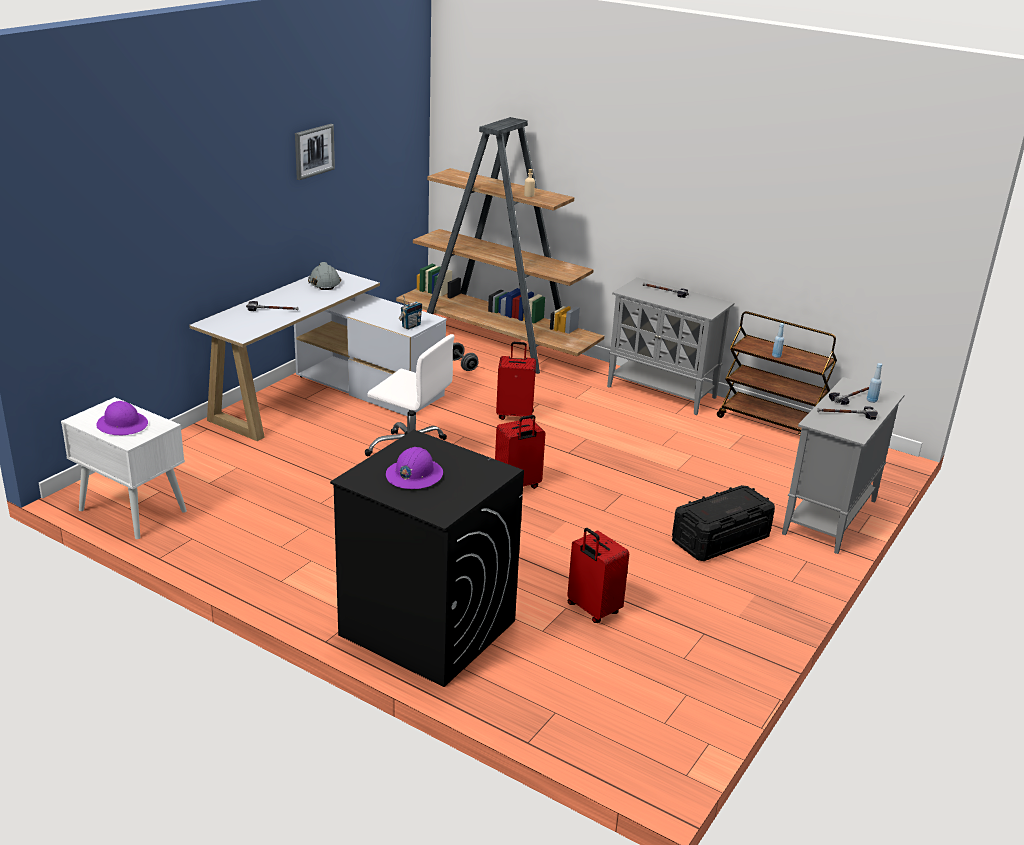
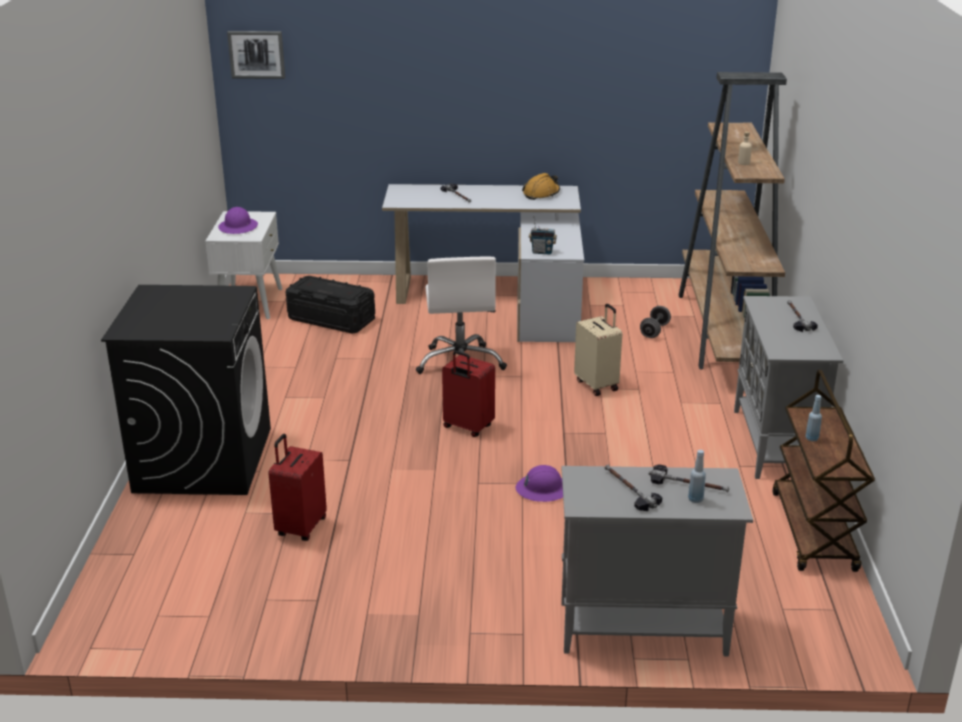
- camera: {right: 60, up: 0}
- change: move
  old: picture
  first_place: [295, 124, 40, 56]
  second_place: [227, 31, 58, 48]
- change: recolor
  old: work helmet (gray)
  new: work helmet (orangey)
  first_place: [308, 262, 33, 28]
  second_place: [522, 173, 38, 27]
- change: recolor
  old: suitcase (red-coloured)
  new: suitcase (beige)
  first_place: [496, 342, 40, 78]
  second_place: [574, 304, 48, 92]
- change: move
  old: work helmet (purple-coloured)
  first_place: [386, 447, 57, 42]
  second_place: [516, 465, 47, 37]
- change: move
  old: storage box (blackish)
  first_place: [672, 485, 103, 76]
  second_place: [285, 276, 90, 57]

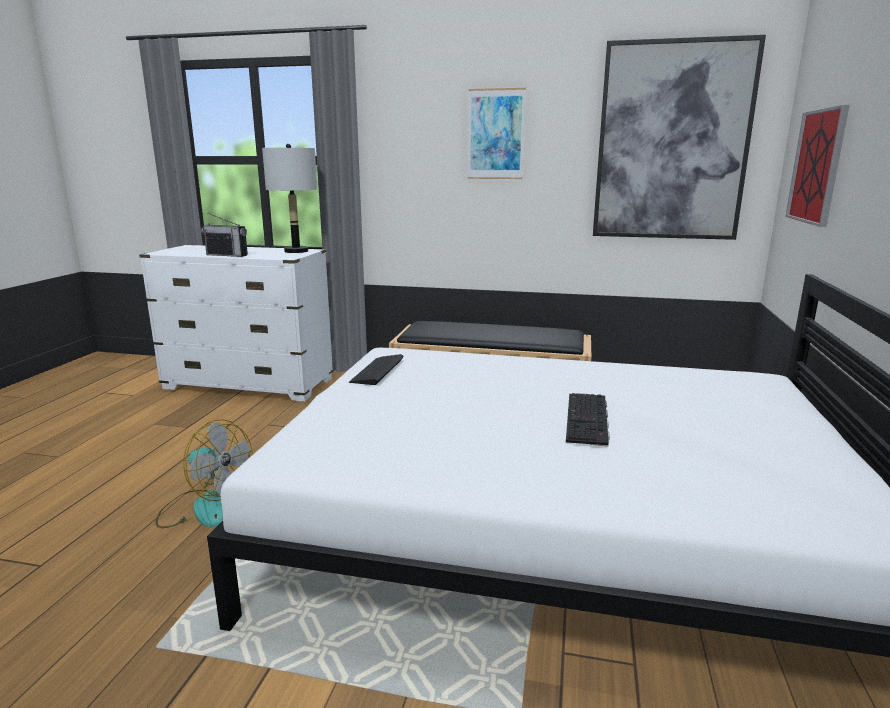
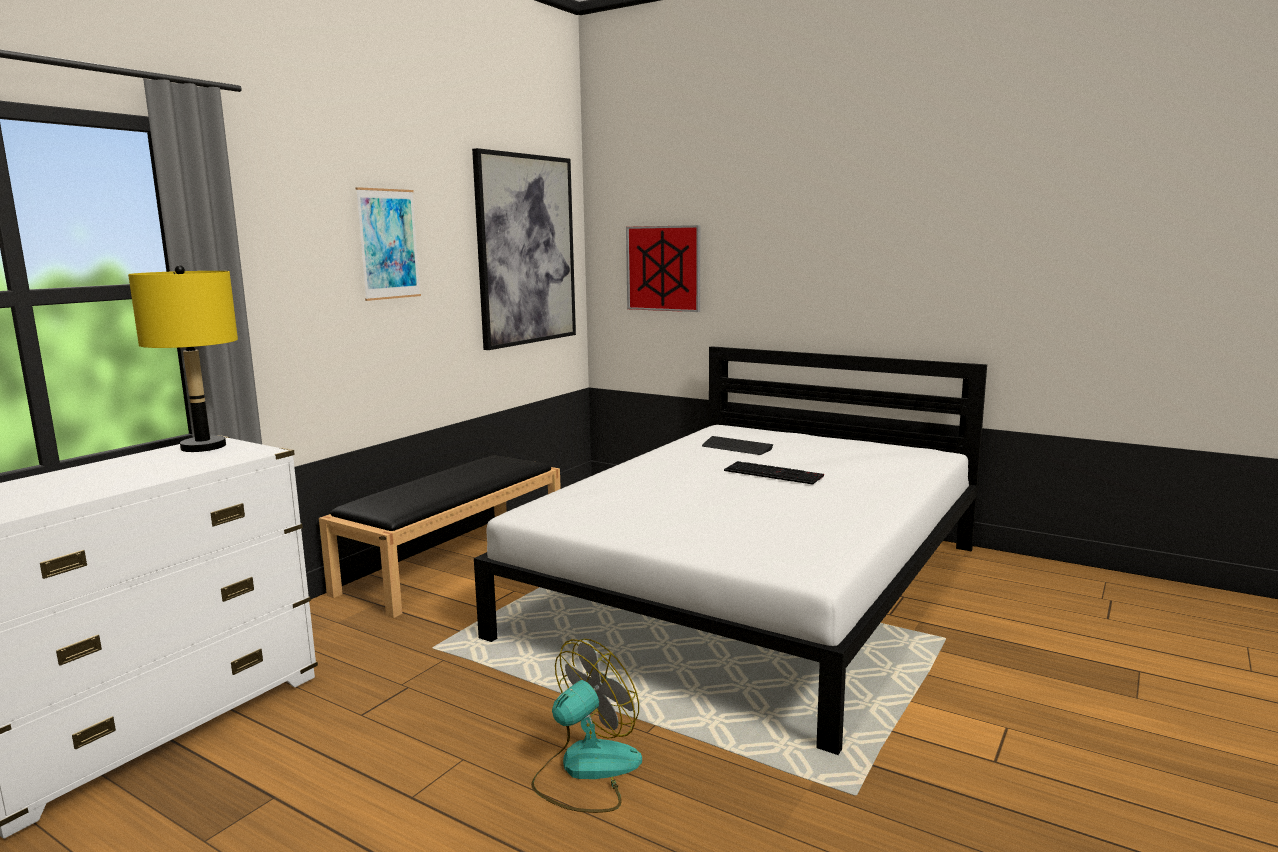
- camera: {right: -70, up: -5}
- change: recolor
  old: lamp for a table (gray)
  new: lamp for a table (yellow-coloured)
  first_place: [262, 144, 55, 109]
  second_place: [128, 265, 110, 187]
- change: delete
  old: radio
  first_place: [201, 213, 47, 44]
- change: move
  old: PC keyboard
  first_place: [349, 354, 55, 31]
  second_place: [702, 436, 71, 19]

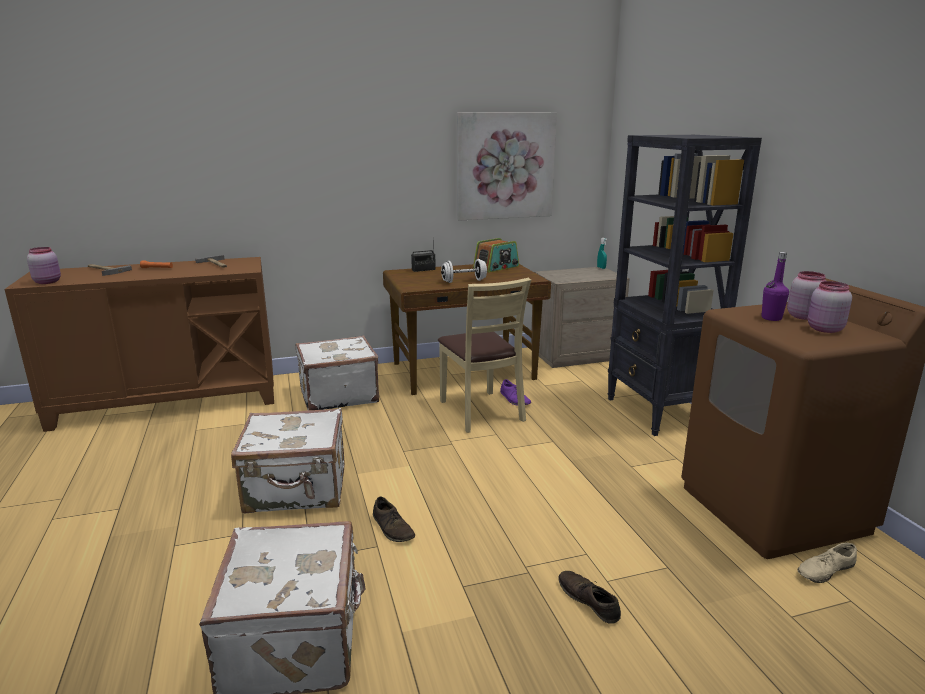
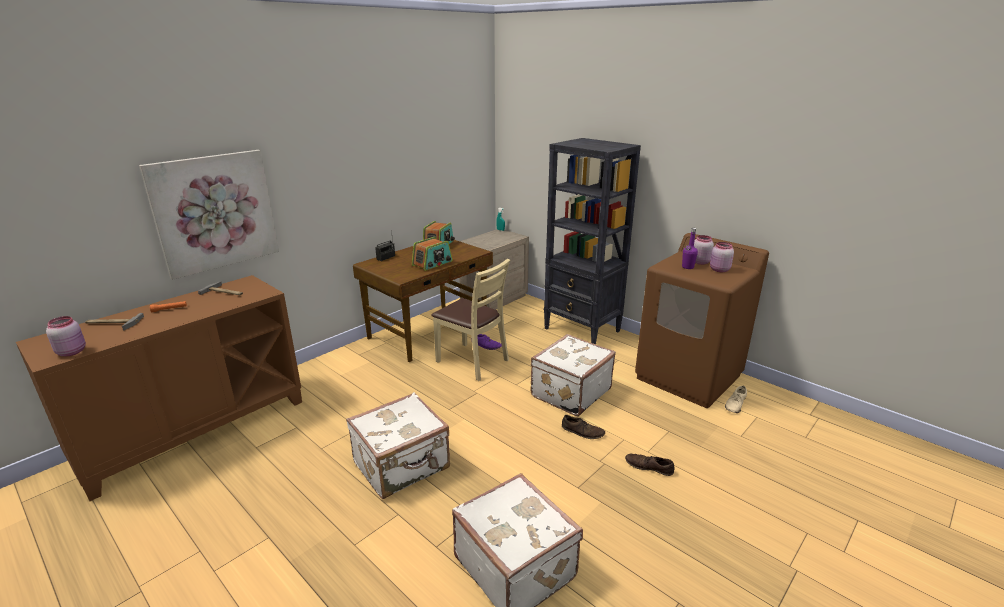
- camera: {right: -30, up: 5}
- change: move
  old: picture
  first_place: [457, 112, 100, 109]
  second_place: [139, 150, 140, 130]
- change: replace
  old: dumbbell (whitish)
  new: radio
  first_place: [441, 259, 46, 24]
  second_place: [411, 237, 41, 34]
- change: move
  old: suitcase (whitish)
  first_place: [296, 335, 83, 75]
  second_place: [531, 334, 85, 82]
- change: move
  old: shoe (brownish)
  first_place: [373, 497, 42, 45]
  second_place: [562, 415, 43, 24]

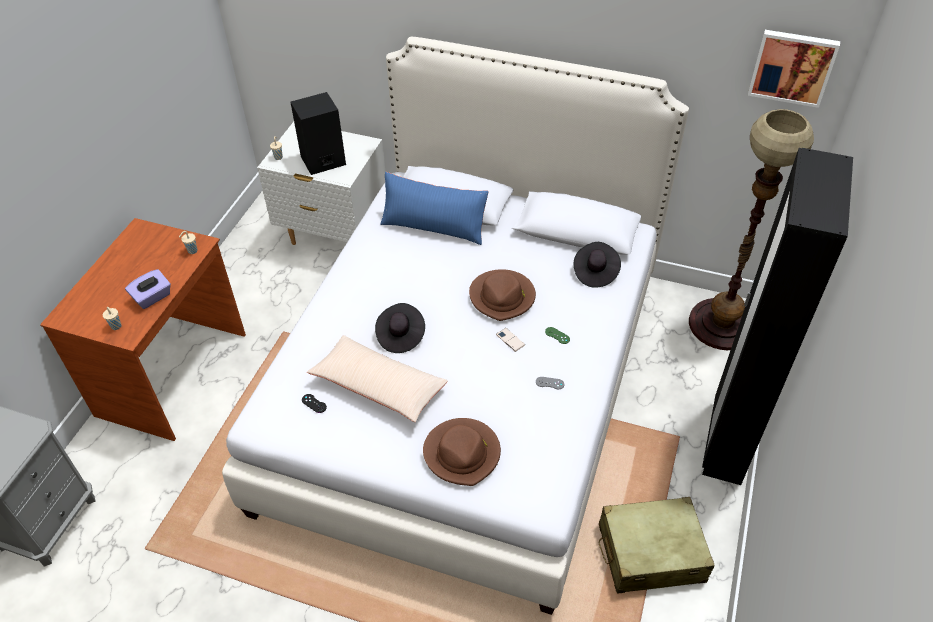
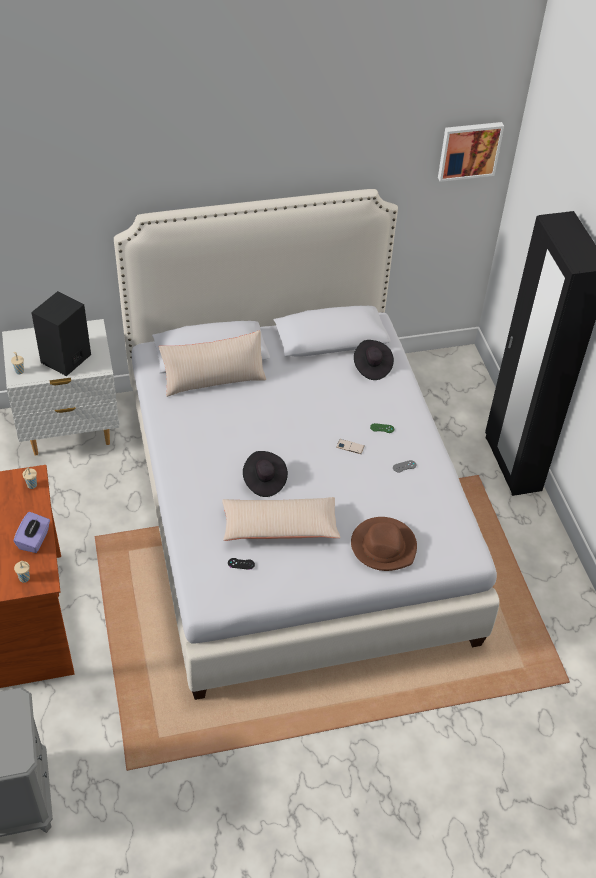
- camera: {right: -35, up: 0}
- change: delete
  old: standard lamp
  first_place: [689, 109, 125, 241]
- change: recolor
  old: throw pillow (bluish)
  new: throw pillow (beige)
  first_place: [380, 172, 109, 73]
  second_place: [159, 330, 107, 67]
- change: delete
  old: wearable hat (brownish)
  first_place: [469, 269, 67, 52]
- change: delete
  old: suitcase (beige)
  first_place: [599, 497, 116, 97]

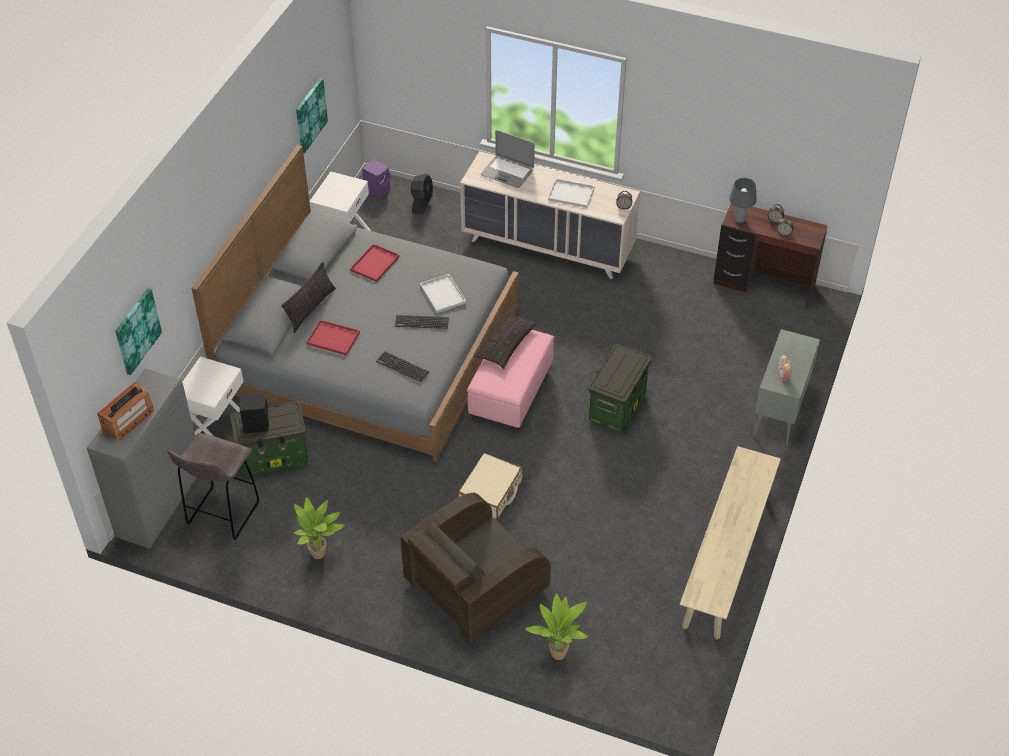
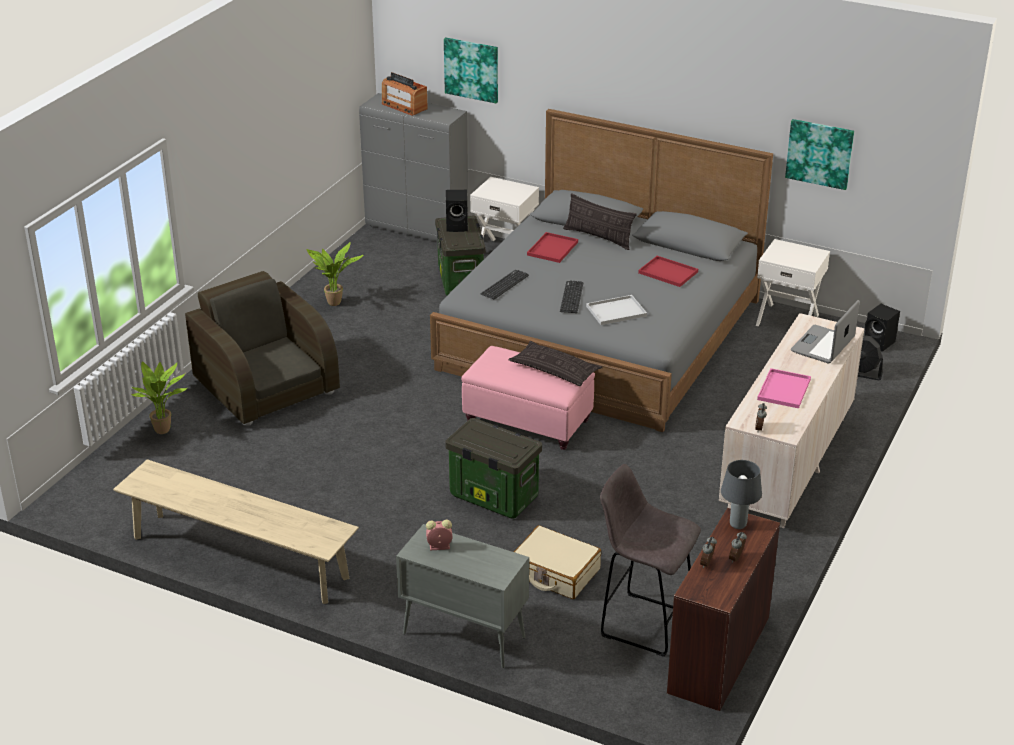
- camera: {right: 95, up: -15}
- change: recolor
  old: audio speaker (purple-coloured)
  new: audio speaker (blackish)
  first_place: [362, 159, 29, 39]
  second_place: [865, 304, 35, 48]
- change: recolor
  old: serving tray (whitish)
  new: serving tray (pink)
  first_place: [548, 179, 47, 29]
  second_place: [757, 368, 54, 40]
- change: move
  old: stool (gray)
  first_place: [167, 433, 92, 107]
  second_place: [600, 464, 101, 193]
- change: move
  old: suitcase (beige)
  first_place: [458, 453, 64, 66]
  second_place: [514, 525, 87, 74]

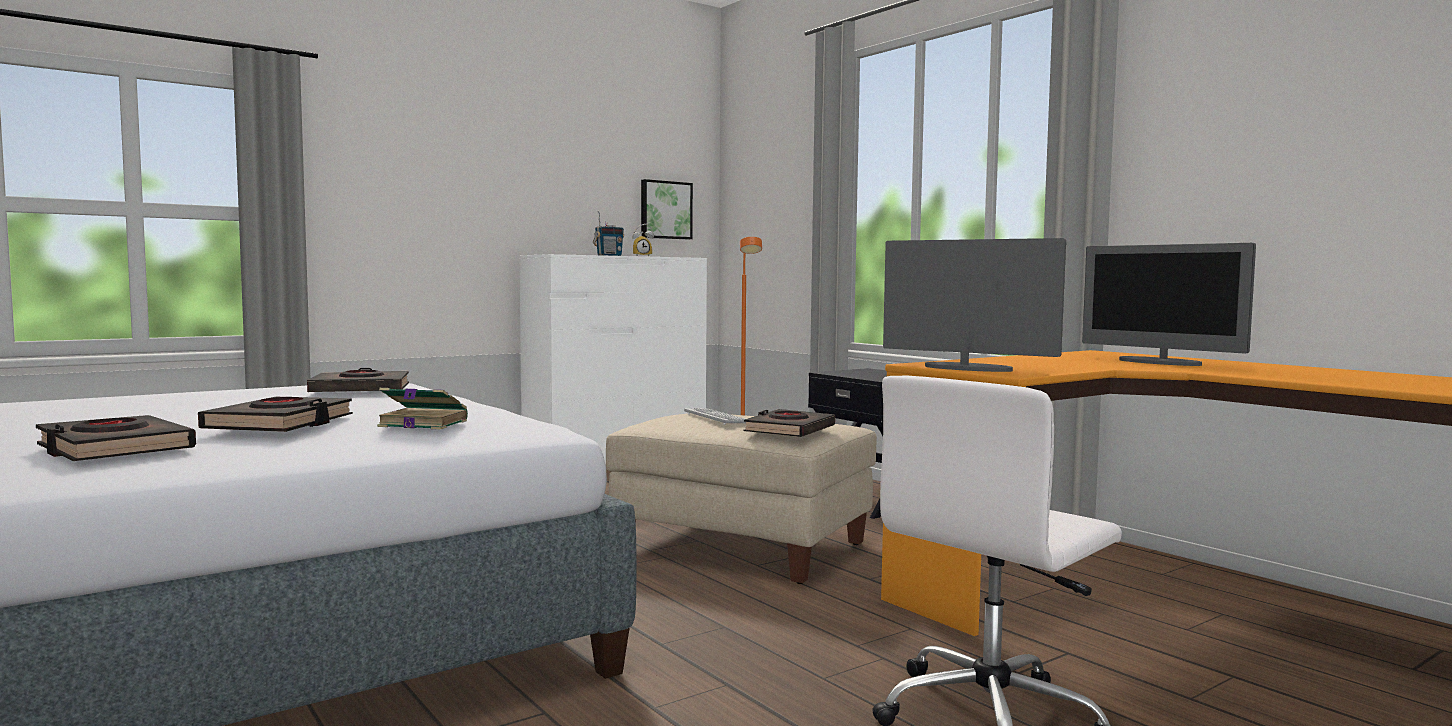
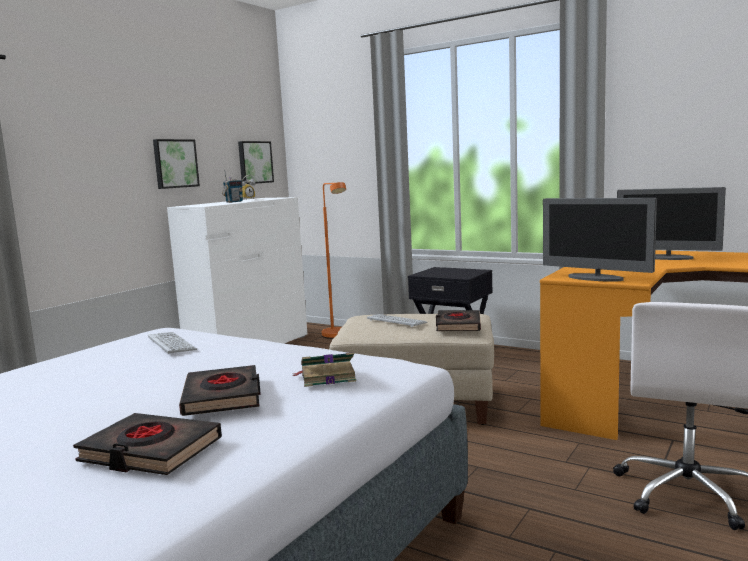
- camera: {right: -20, up: 5}
- change: rotate
  old: monitor
  first_place: [883, 238, 183, 134]
  second_place: [543, 198, 114, 84]
  degrees: -150
- change: replace
  old: book (blackish)
  new: PC keyboard
  first_place: [307, 368, 102, 24]
  second_place: [148, 332, 49, 22]
- change: insert
  new: picture
  second_place: [153, 139, 47, 50]

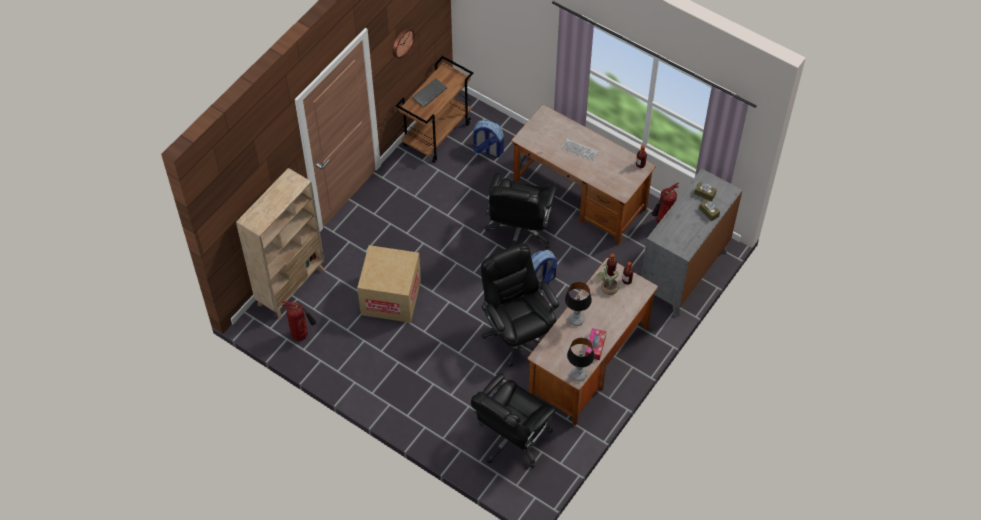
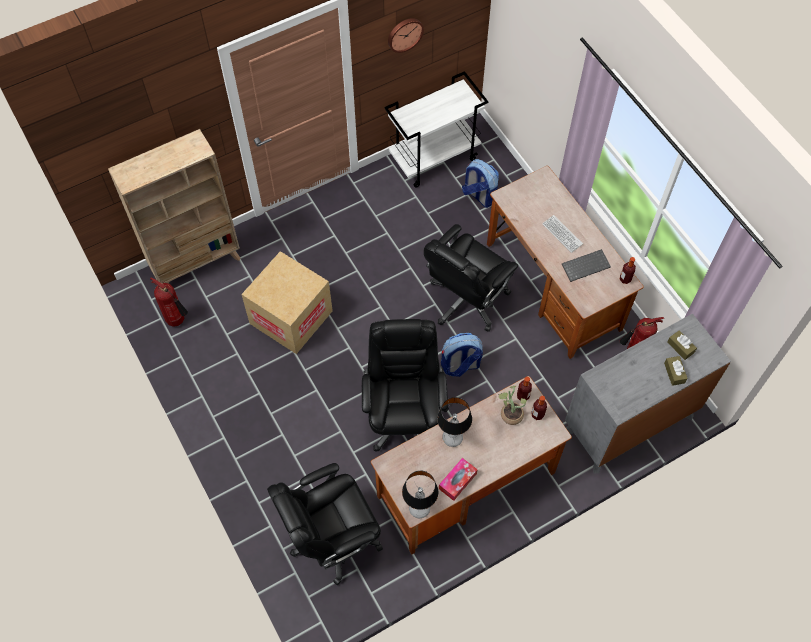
- camera: {right: 25, up: 5}
- change: recolor
  old: wheeled cart (brownish)
  new: wheeled cart (whitish)
  first_place: [396, 56, 77, 107]
  second_place: [384, 71, 104, 117]
- change: move
  old: PC keyboard
  first_place: [412, 78, 35, 30]
  second_place: [562, 249, 49, 33]

